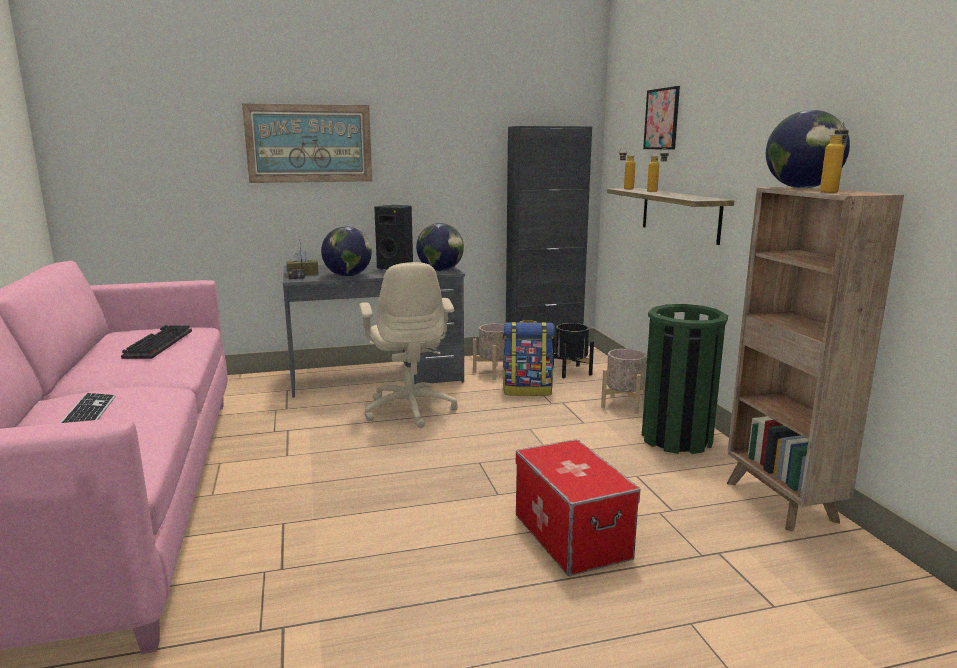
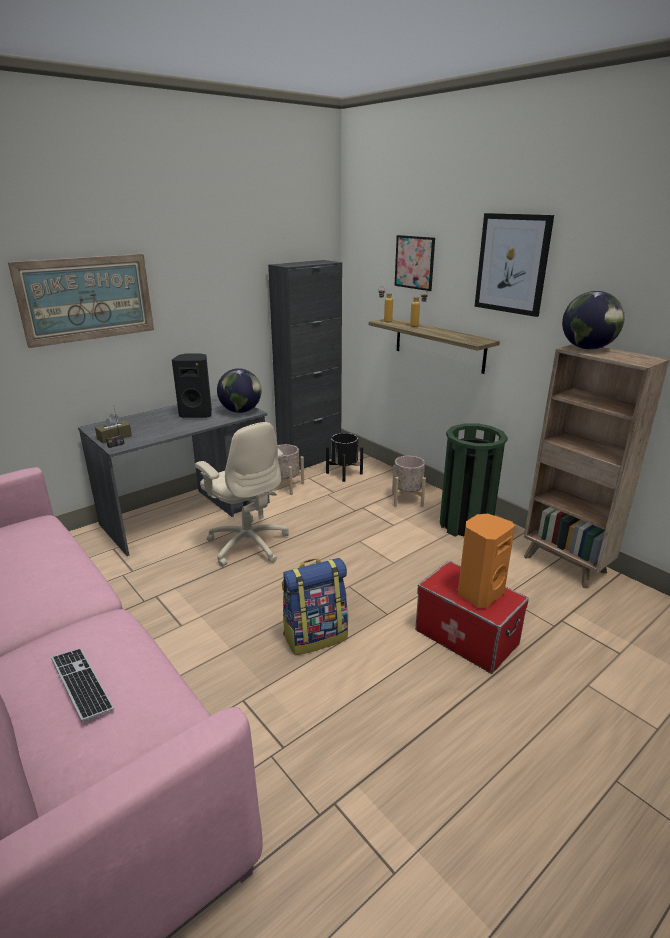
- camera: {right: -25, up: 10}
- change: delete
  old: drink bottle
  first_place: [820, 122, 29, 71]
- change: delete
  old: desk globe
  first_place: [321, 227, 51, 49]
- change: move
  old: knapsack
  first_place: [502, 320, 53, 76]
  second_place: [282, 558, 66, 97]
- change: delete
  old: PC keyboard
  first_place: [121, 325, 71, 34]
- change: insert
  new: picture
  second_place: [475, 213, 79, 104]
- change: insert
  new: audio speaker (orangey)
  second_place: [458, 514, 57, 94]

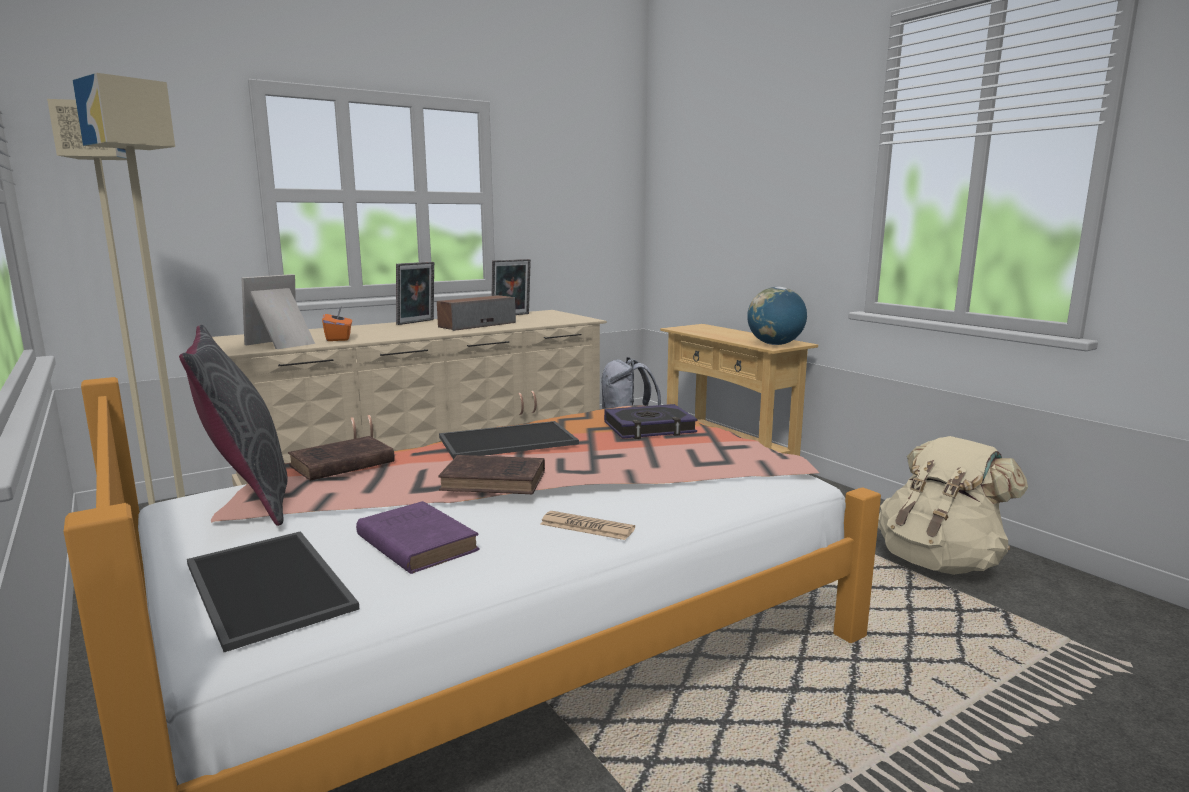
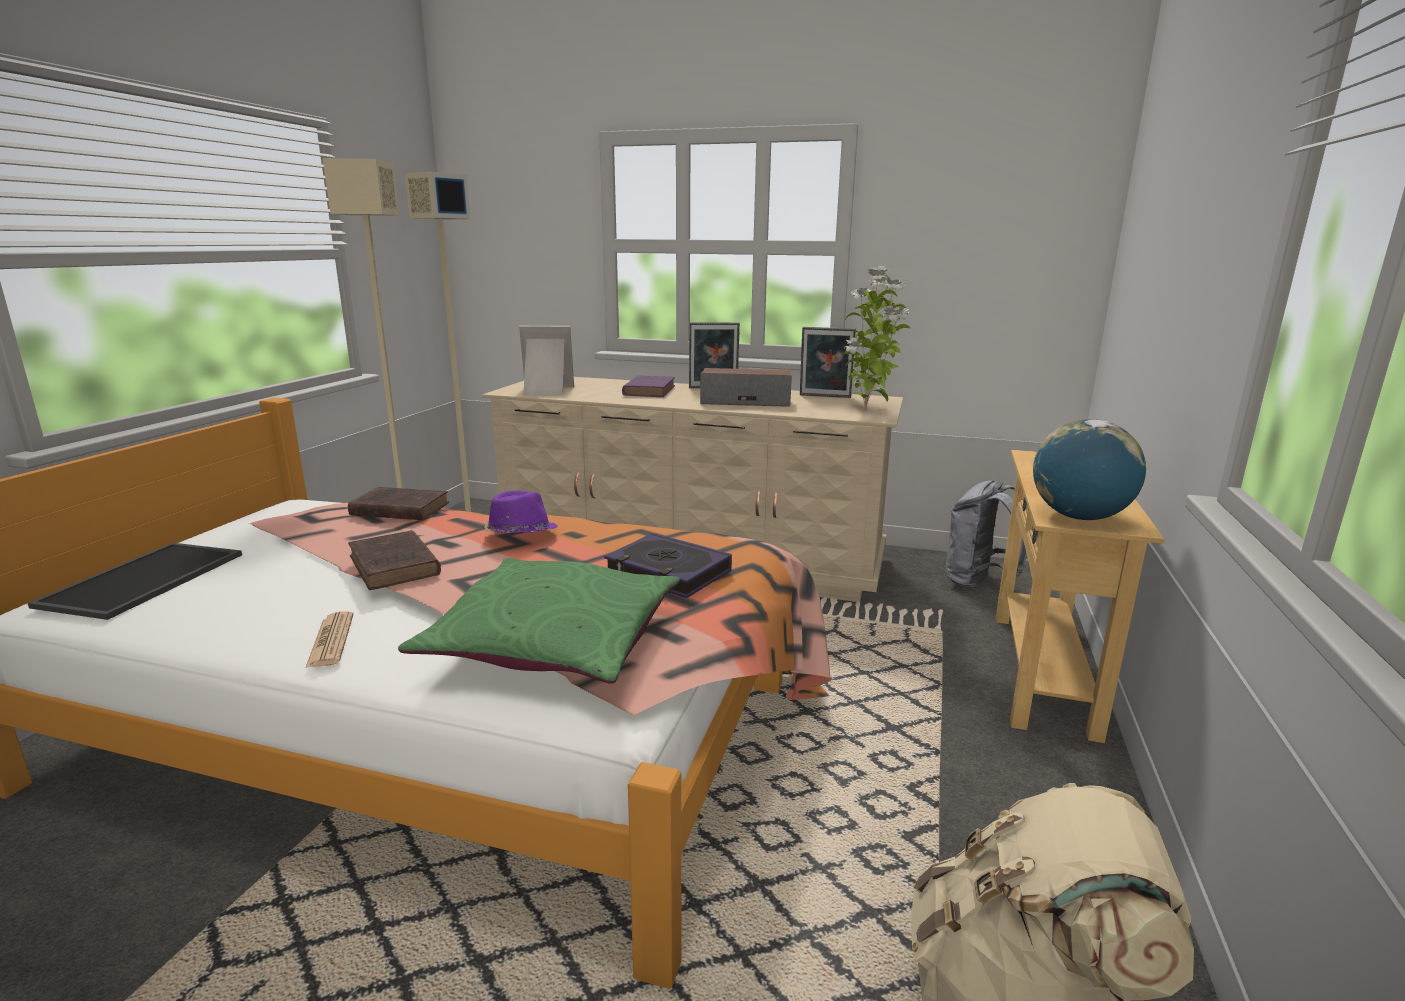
- camera: {right: 50, up: 5}
- change: delete
  old: tissue holder (orangey)
  first_place: [322, 307, 30, 34]
- change: delete
  old: throw pillow (gray)
  first_place: [179, 325, 109, 201]
- change: replace
  old: serving tray
  new: wearable hat (purple-coloured)
  first_place: [439, 421, 140, 38]
  second_place: [483, 490, 75, 43]
- change: move
  old: book (purple-coloured)
  first_place: [356, 501, 124, 73]
  second_place: [622, 375, 53, 22]
- change: insert
  new: plant in a pot
  second_place: [844, 266, 66, 143]
- change: insert
  new: throw pillow (green-coloured)
  second_place: [398, 558, 282, 126]

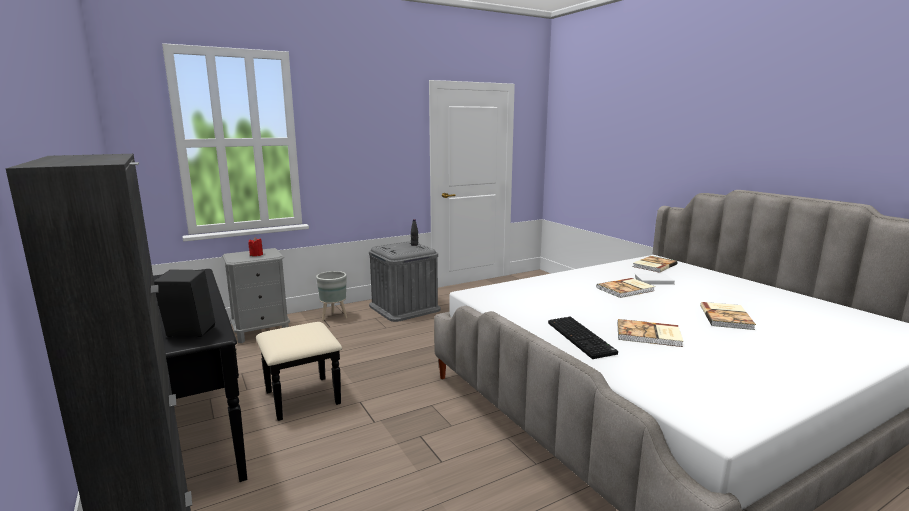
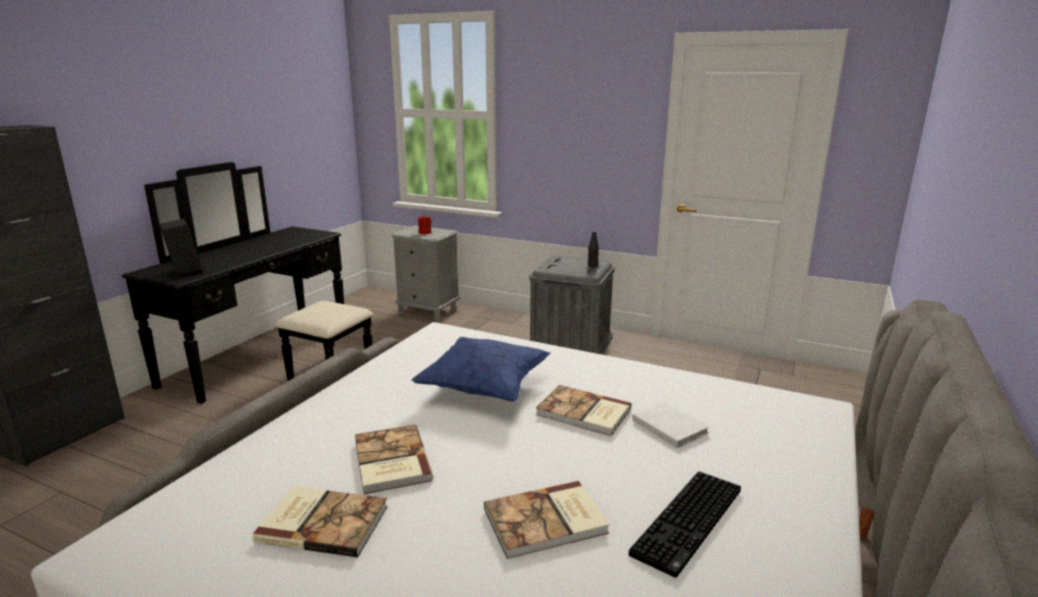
- camera: {right: 55, up: 5}
- change: move
  old: book
  first_place: [633, 256, 45, 17]
  second_place: [252, 486, 136, 71]
- change: delete
  old: plant pot (gray)
  first_place: [316, 271, 31, 50]
- change: move
  old: PC keyboard
  first_place: [548, 316, 70, 43]
  second_place: [629, 471, 112, 107]
- change: insert
  new: throw pillow (bluish)
  second_place: [411, 337, 140, 65]

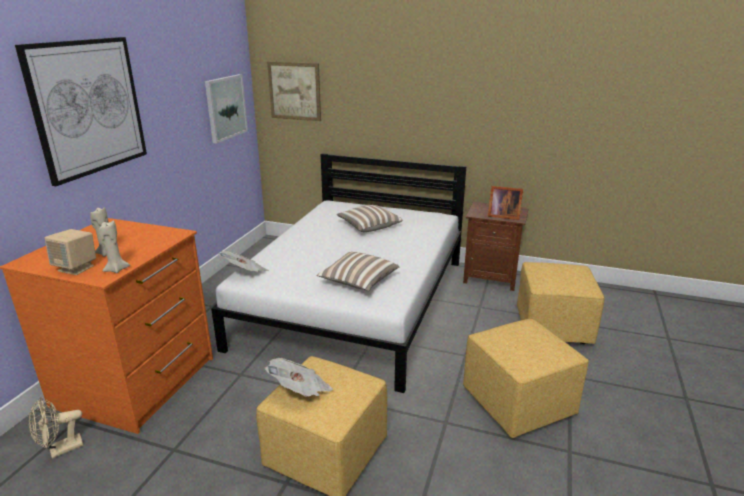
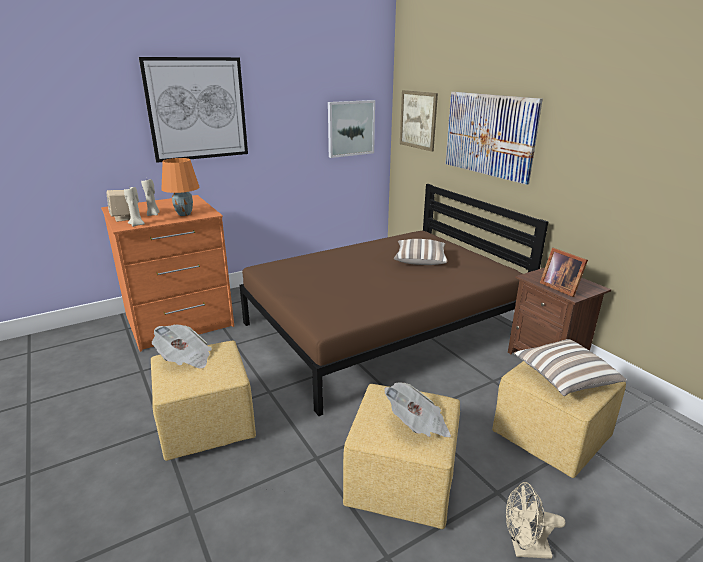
- camera: {right: 40, up: 0}
- change: recolor
  old: bed (whitish)
  new: bed (brownish)
  first_place: [211, 153, 255, 240]
  second_place: [240, 184, 308, 232]
- change: move
  old: newspaper
  first_place: [217, 251, 52, 21]
  second_place: [384, 383, 67, 54]
- change: move
  old: throw pillow
  first_place: [317, 252, 82, 39]
  second_place: [514, 339, 113, 57]
- change: move
  old: electric fan (beige)
  first_place: [29, 397, 54, 62]
  second_place: [506, 482, 59, 77]
- change: insert
  new: picture
  second_place: [445, 92, 98, 93]
- change: insert
  new: lamp for a table (orangey)
  second_place: [161, 158, 39, 58]

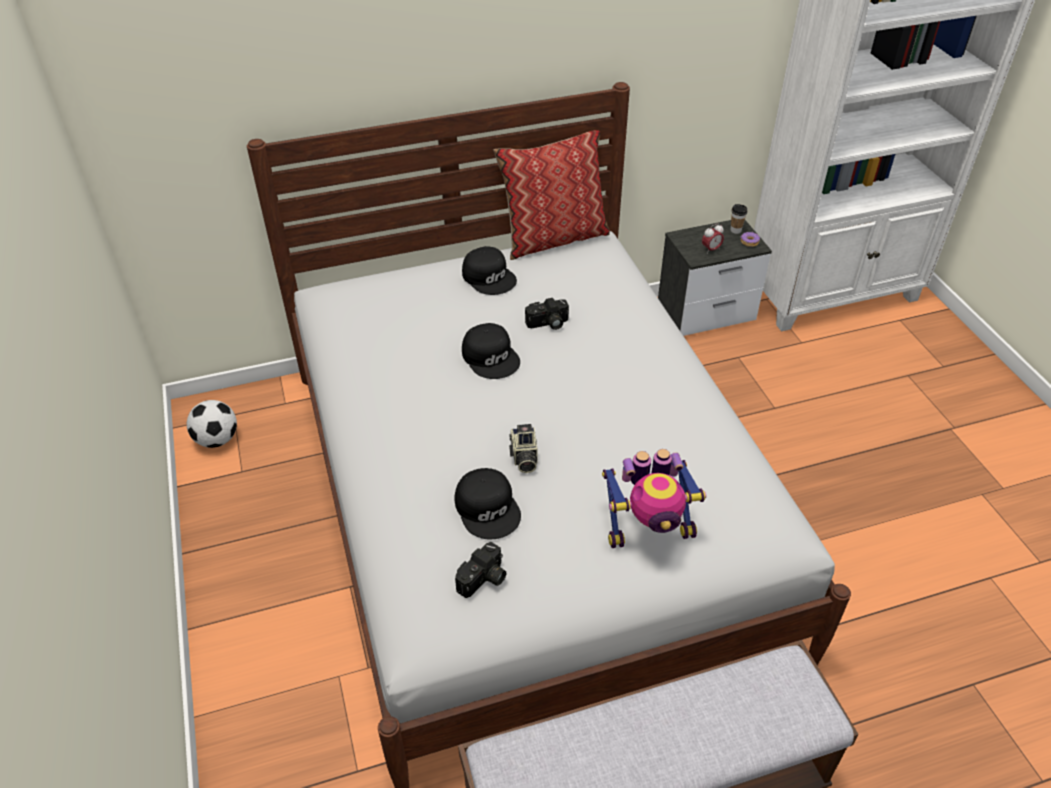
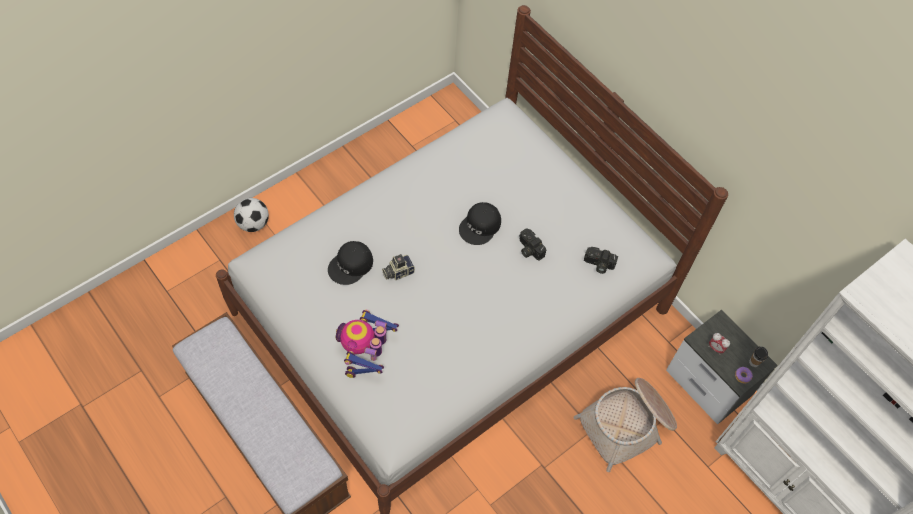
- camera: {right: 65, up: 15}
- change: delete
  old: throw pillow
  first_place: [493, 130, 117, 130]
- change: delete
  old: cap (blackish)
  first_place: [462, 246, 55, 49]
- change: move
  old: football
  first_place: [187, 400, 50, 48]
  second_place: [234, 198, 35, 34]
- change: rotate
  old: toy robot
  first_place: [602, 449, 104, 99]
  second_place: [336, 310, 63, 68]
  degrees: 45
- change: move
  old: photo camera
  first_place: [455, 542, 51, 56]
  second_place: [584, 247, 34, 27]
- change: insert
  new: basket
  second_place: [573, 378, 104, 94]

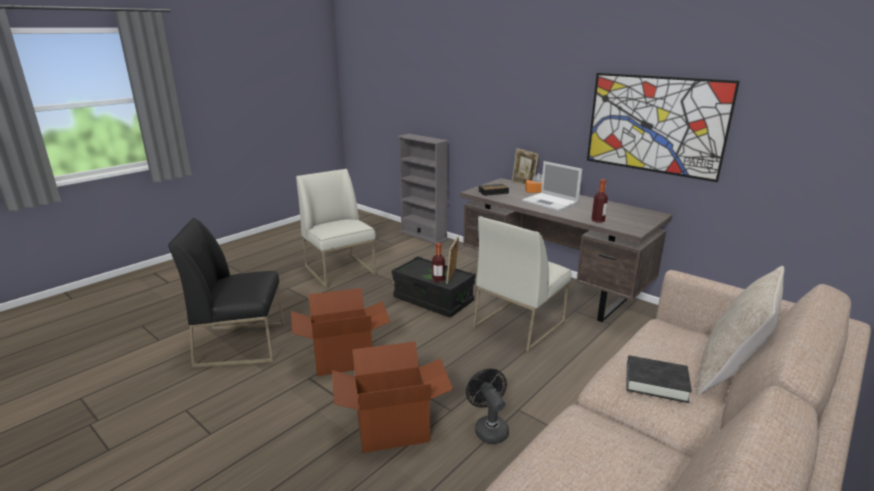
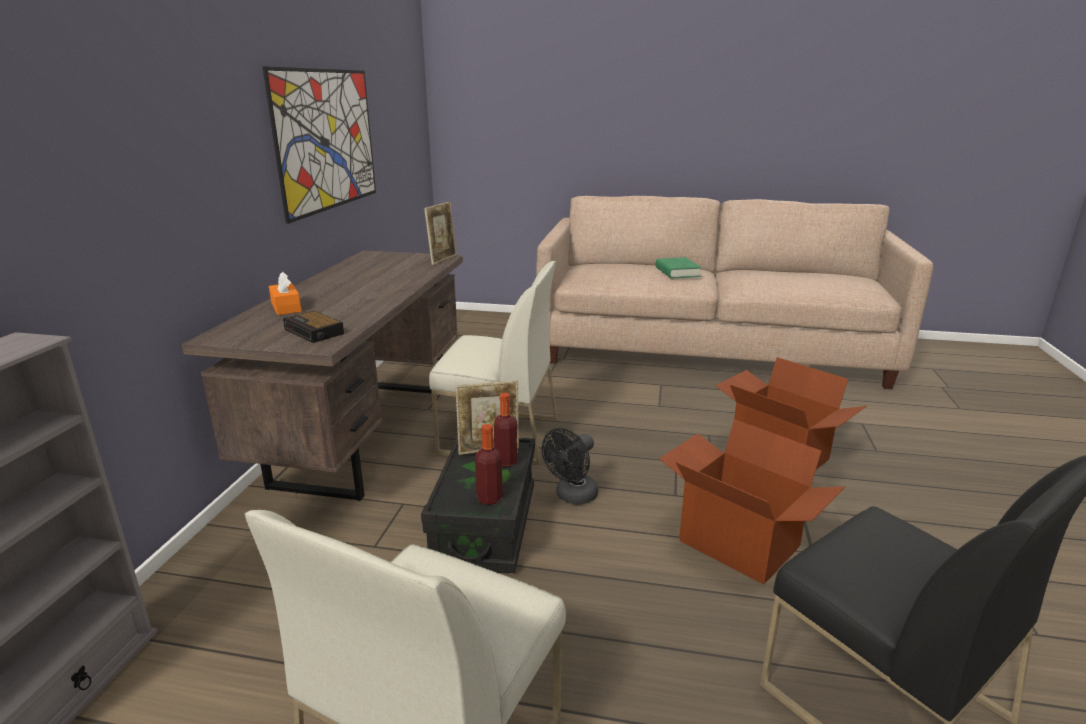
- camera: {right: -120, up: 0}
- change: move
  old: standing frame
  first_place: [512, 148, 27, 37]
  second_place: [424, 202, 33, 63]
- change: delete
  old: laptop
  first_place: [522, 161, 60, 50]
- change: move
  old: drink bottle
  first_place: [592, 179, 16, 44]
  second_place: [475, 424, 28, 81]
- change: delete
  old: throw pillow (beige)
  first_place: [696, 266, 89, 129]
- change: recolor
  old: book (blackish)
  new: book (green-coloured)
  first_place: [626, 355, 66, 48]
  second_place: [655, 257, 47, 21]
- change: move
  old: electric fan (blackish)
  first_place: [466, 369, 43, 75]
  second_place: [542, 428, 56, 77]

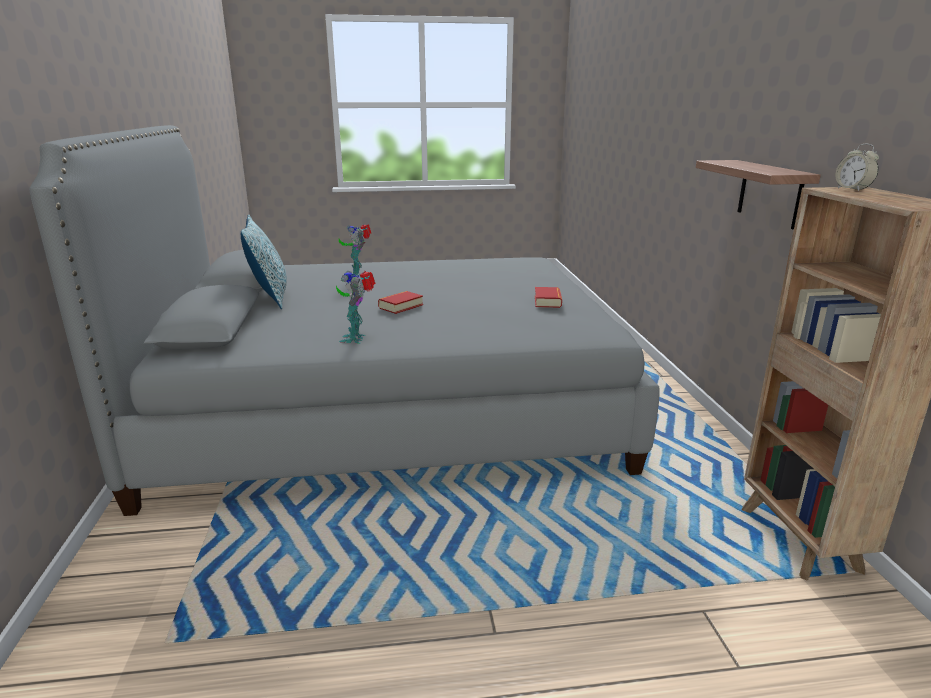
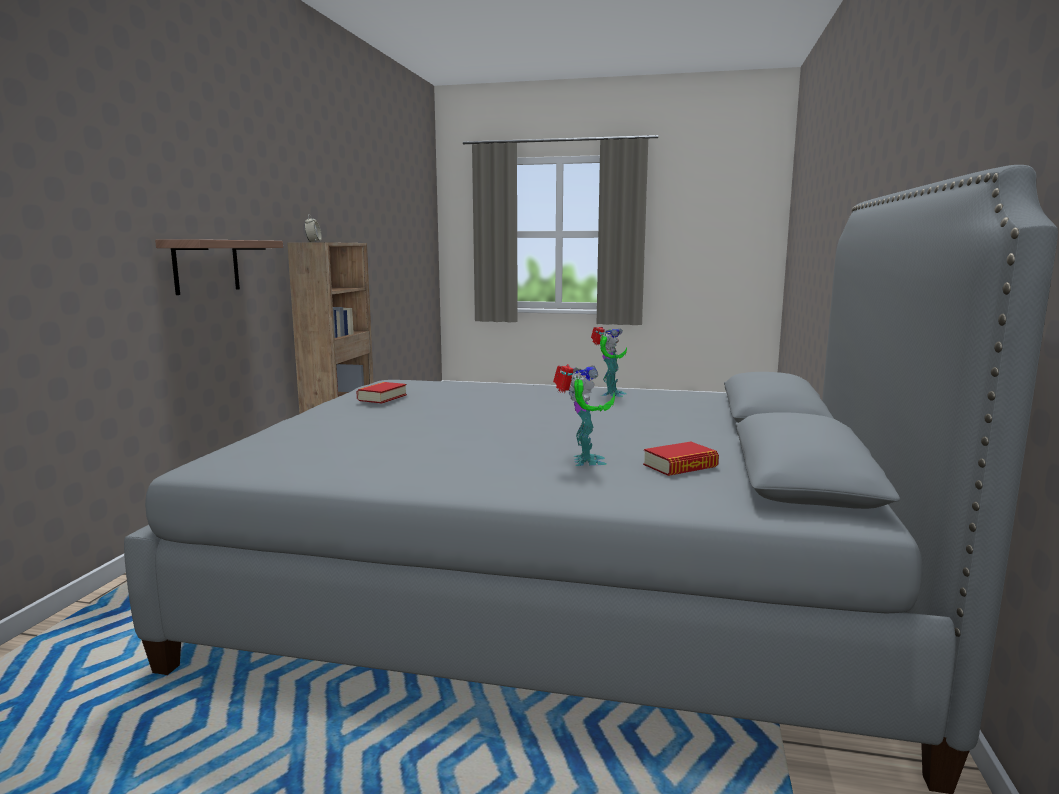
- camera: {right: -160, up: -10}
- change: delete
  old: throw pillow
  first_place: [241, 215, 46, 94]
- change: move
  old: book
  first_place: [378, 291, 45, 23]
  second_place: [643, 442, 76, 34]

